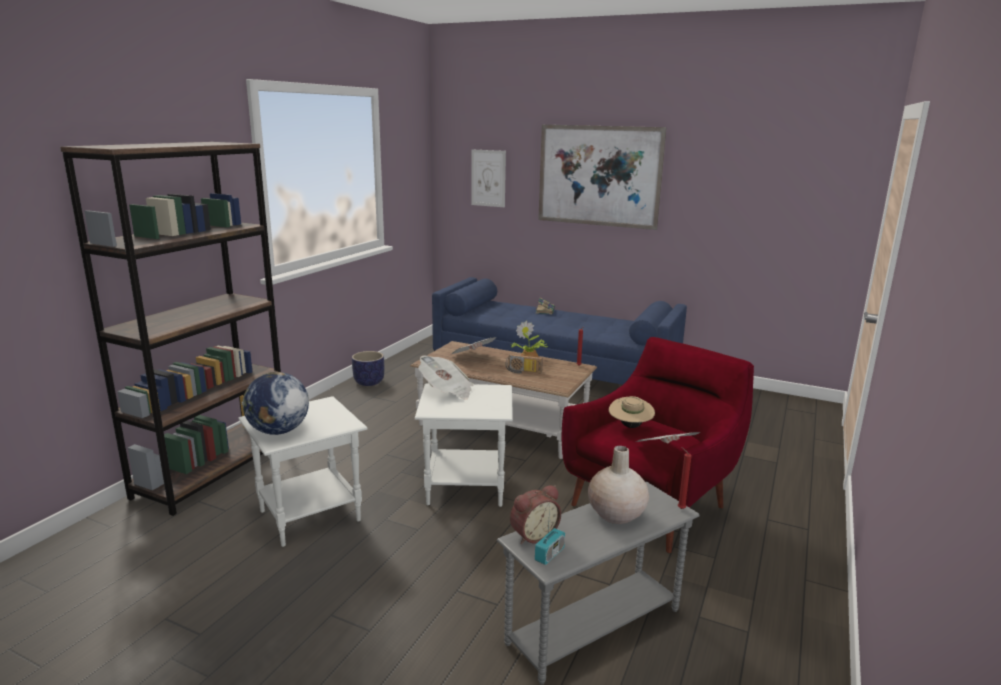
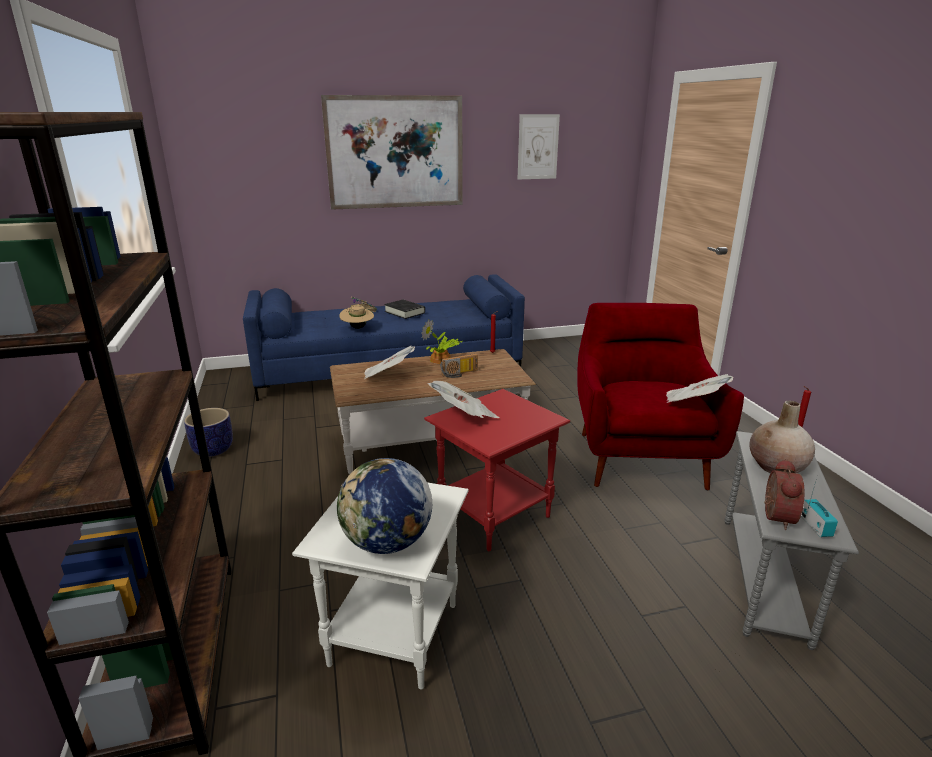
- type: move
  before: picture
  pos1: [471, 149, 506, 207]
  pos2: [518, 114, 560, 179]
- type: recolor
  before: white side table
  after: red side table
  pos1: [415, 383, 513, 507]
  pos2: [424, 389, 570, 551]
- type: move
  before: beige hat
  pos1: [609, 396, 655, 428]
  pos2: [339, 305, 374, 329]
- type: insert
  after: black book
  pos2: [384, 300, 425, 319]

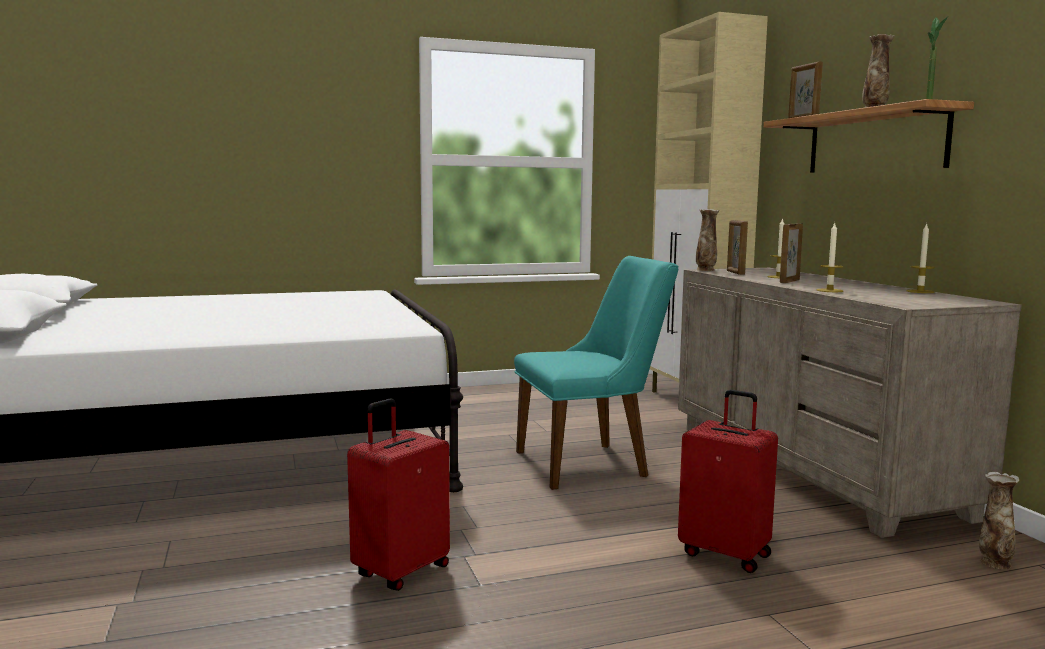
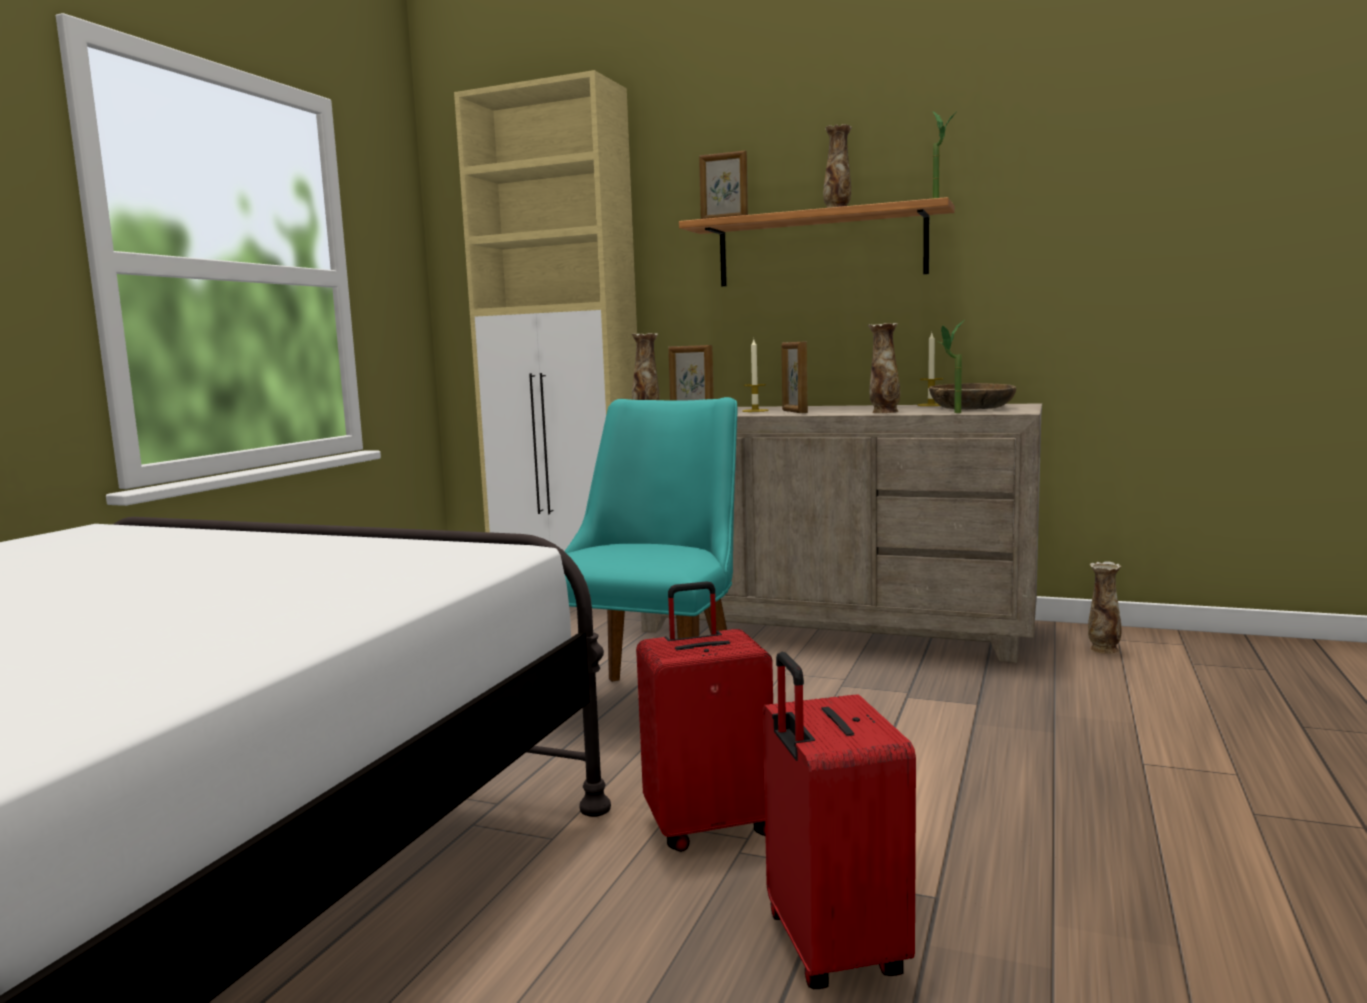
- type: replace
  before: candle
  after: vase
  pos1: [817, 223, 843, 292]
  pos2: [868, 323, 900, 413]
- type: move
  before: red suitcase
  pos1: [678, 390, 778, 573]
  pos2: [636, 581, 773, 852]
- type: insert
  after: potted plant
  pos2: [940, 321, 964, 413]
- type: insert
  after: brown bowl
  pos2: [929, 383, 1016, 409]

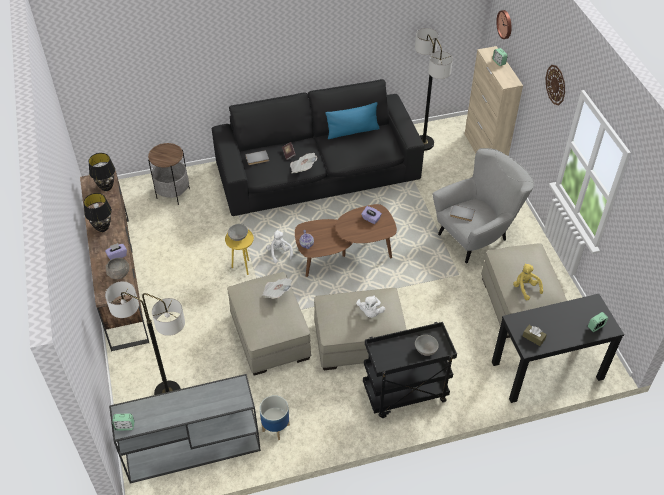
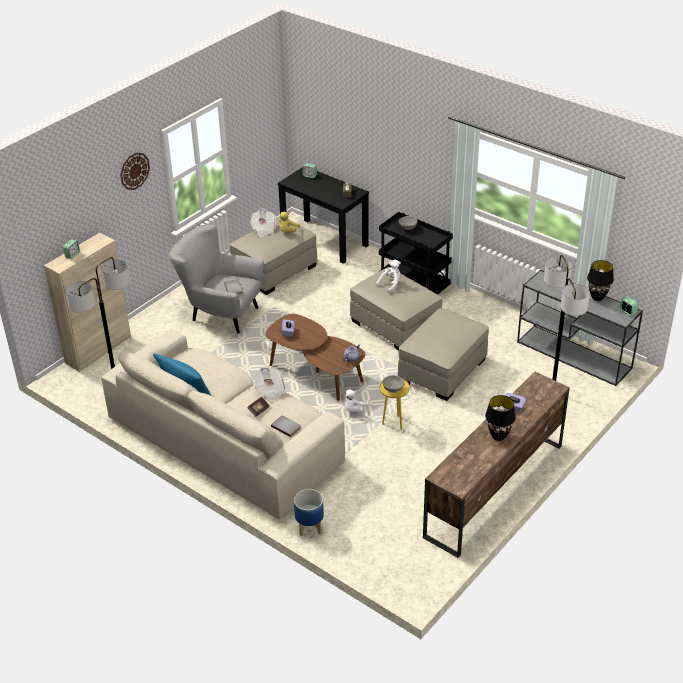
- type: delete
  before: wall clock
  pos1: [496, 10, 512, 39]
- type: recolor
  before: black sofa
  after: beige sofa
  pos1: [212, 79, 425, 216]
  pos2: [101, 329, 345, 519]
- type: delete
  before: side table
  pos1: [148, 143, 190, 205]
- type: move
  before: black table lamp
  pos1: [89, 153, 115, 191]
  pos2: [587, 260, 614, 301]
- type: delete
  before: grey bowl
  pos1: [106, 257, 129, 279]
- type: move
  before: newspaper
  pos1: [262, 278, 292, 299]
  pos2: [250, 209, 276, 237]
- type: move
  before: planter
  pos1: [260, 395, 290, 440]
  pos2: [294, 489, 324, 536]

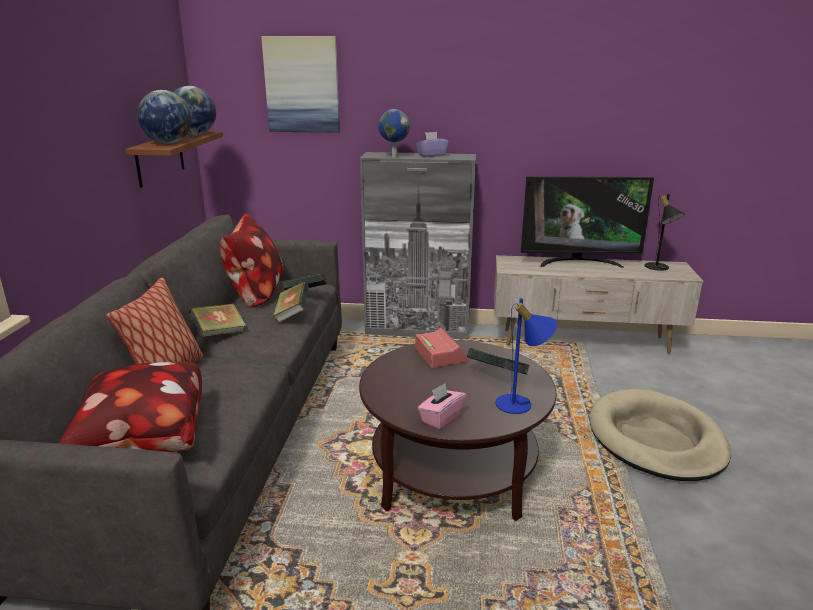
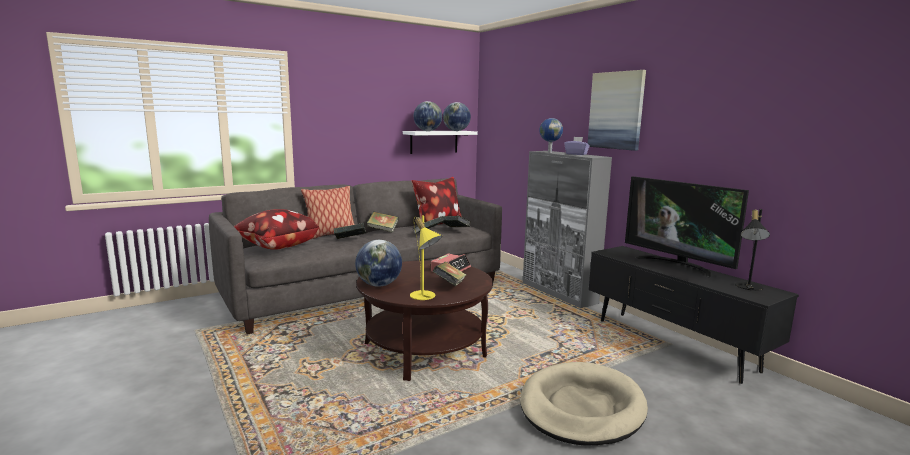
- type: move
  before: picture
  pos1: [261, 36, 340, 133]
  pos2: [588, 70, 646, 151]
- type: recolor
  before: brown shelf
  after: white shelf
  pos1: [125, 131, 223, 188]
  pos2: [403, 131, 478, 154]
- type: recolor
  before: beige tv stand
  after: black tv stand
  pos1: [494, 255, 704, 354]
  pos2: [589, 246, 799, 384]
- type: recolor
  before: blue table lamp
  after: yellow table lamp
  pos1: [495, 298, 557, 414]
  pos2: [410, 216, 442, 300]
- type: replace
  before: pink tissue box
  after: globe
  pos1: [418, 383, 466, 430]
  pos2: [355, 240, 402, 287]
- type: insert
  after: book
  pos2: [333, 223, 366, 239]

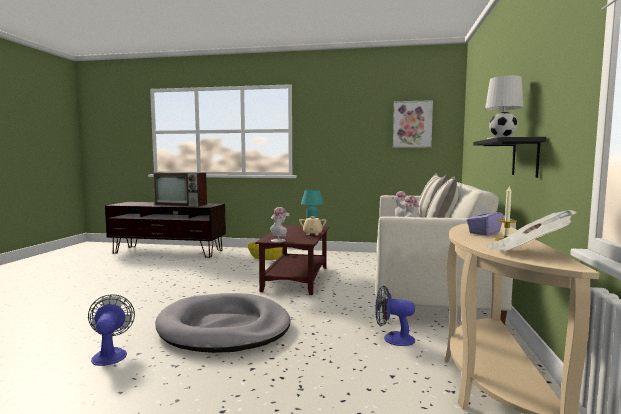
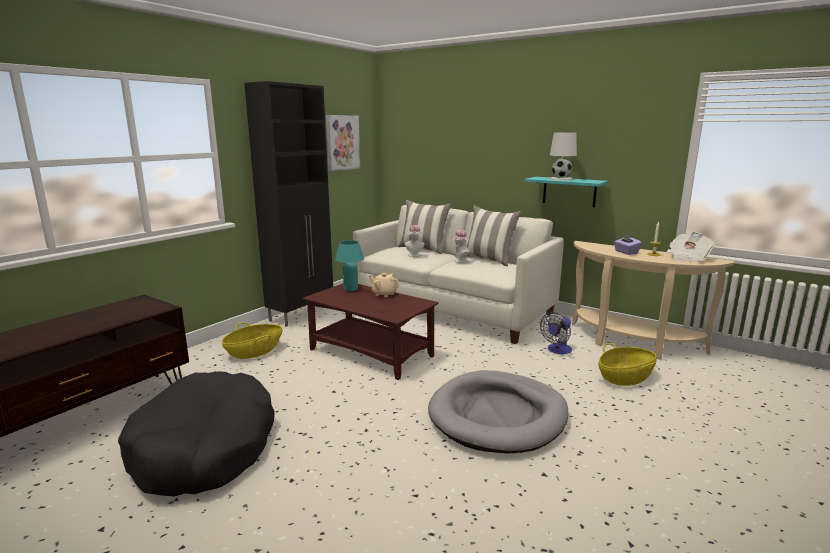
- type: recolor
  before: black shelf
  after: turquoise shelf
  pos1: [473, 137, 546, 178]
  pos2: [524, 177, 608, 207]
- type: delete
  before: television
  pos1: [153, 172, 207, 207]
- type: delete
  before: hat
  pos1: [270, 207, 290, 242]
- type: delete
  before: fan
  pos1: [88, 294, 135, 366]
- type: insert
  after: black cabinet
  pos2: [244, 81, 333, 327]
- type: insert
  after: basket
  pos2: [599, 343, 657, 386]
- type: insert
  after: black dog bed
  pos2: [118, 371, 274, 496]

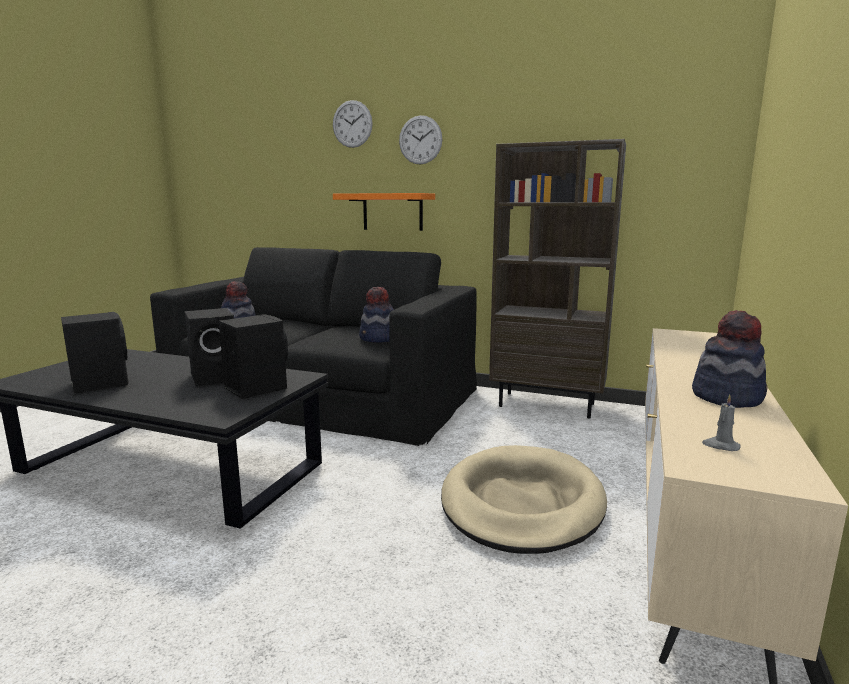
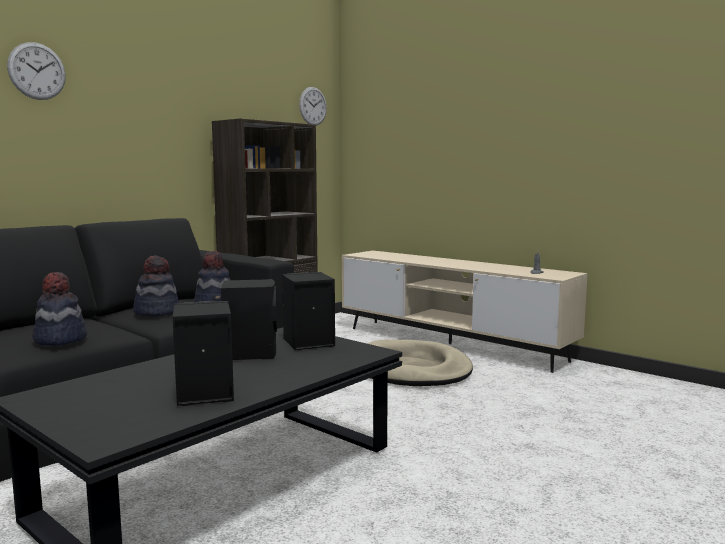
- type: move
  before: wall clock
  pos1: [399, 115, 442, 165]
  pos2: [299, 87, 327, 126]
- type: delete
  before: orange shelf
  pos1: [333, 193, 435, 231]
- type: move
  before: hat
  pos1: [692, 310, 767, 408]
  pos2: [133, 256, 179, 317]

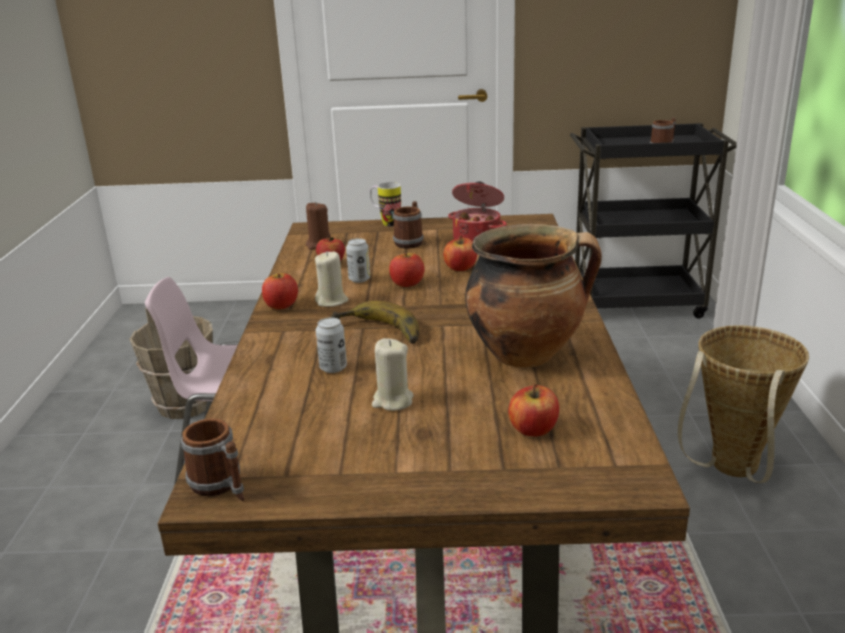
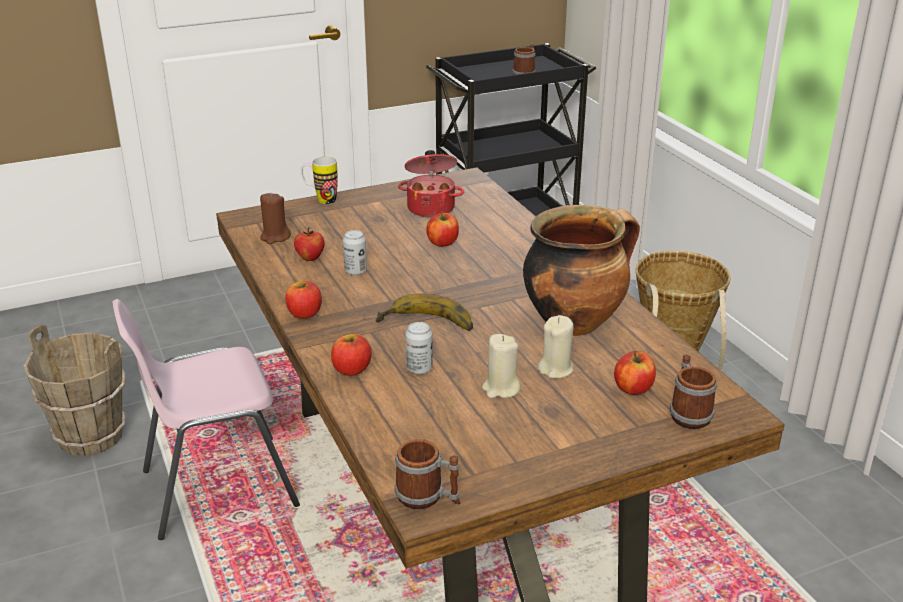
- type: move
  before: mug
  pos1: [393, 201, 424, 248]
  pos2: [670, 354, 717, 429]
- type: move
  before: beige candle
  pos1: [315, 251, 348, 307]
  pos2: [537, 315, 574, 379]
- type: move
  before: apple
  pos1: [389, 253, 425, 287]
  pos2: [331, 334, 372, 376]

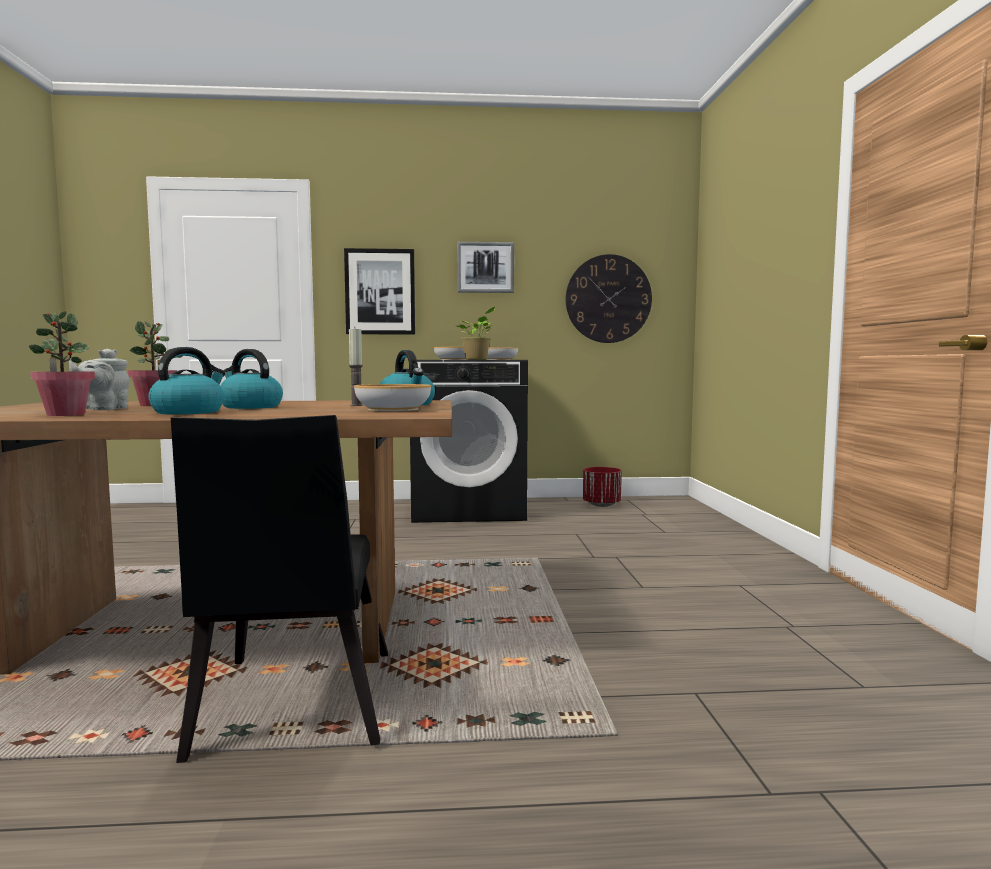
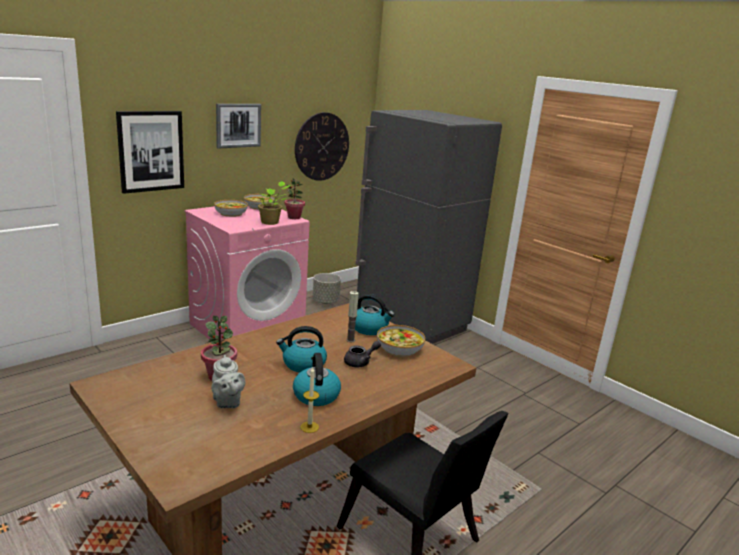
- type: move
  before: potted plant
  pos1: [29, 311, 95, 416]
  pos2: [284, 178, 305, 219]
- type: recolor
  before: black washing machine
  after: pink washing machine
  pos1: [409, 360, 528, 523]
  pos2: [184, 206, 310, 340]
- type: recolor
  before: red planter
  after: grey planter
  pos1: [583, 467, 622, 507]
  pos2: [313, 273, 341, 304]
- type: insert
  after: grey fridge
  pos2: [356, 110, 502, 344]
- type: insert
  after: grey teapot
  pos2: [344, 341, 381, 367]
- type: insert
  after: candle
  pos2: [300, 367, 319, 433]

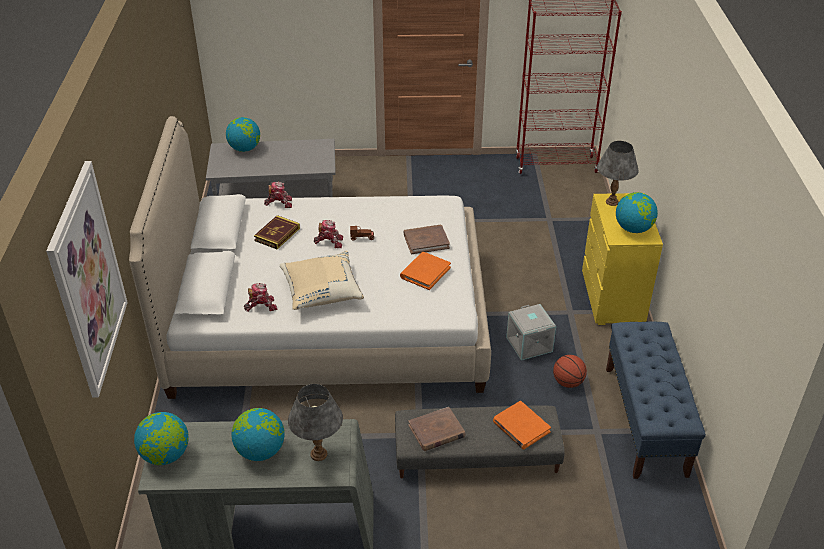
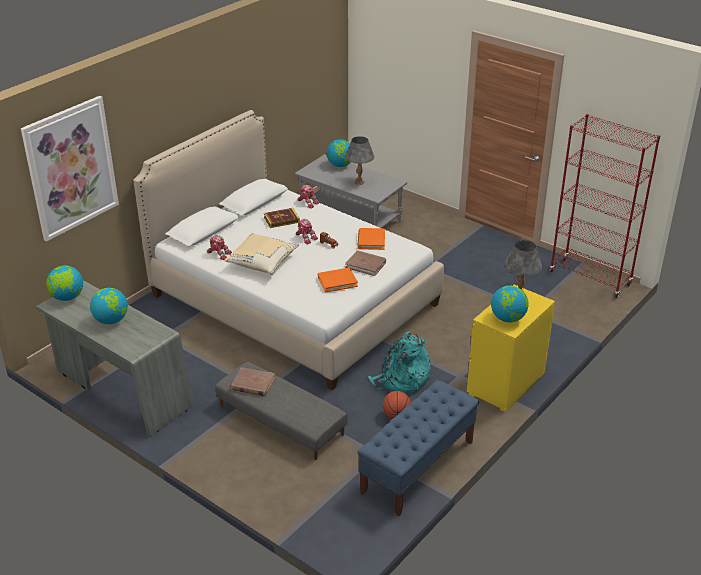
- type: replace
  before: grey storage box
  after: turquoise backpack
  pos1: [506, 304, 556, 360]
  pos2: [368, 331, 431, 393]
- type: move
  before: grey table lamp
  pos1: [288, 384, 343, 461]
  pos2: [345, 136, 374, 185]
- type: move
  before: orange book
  pos1: [493, 401, 551, 449]
  pos2: [357, 228, 385, 250]

